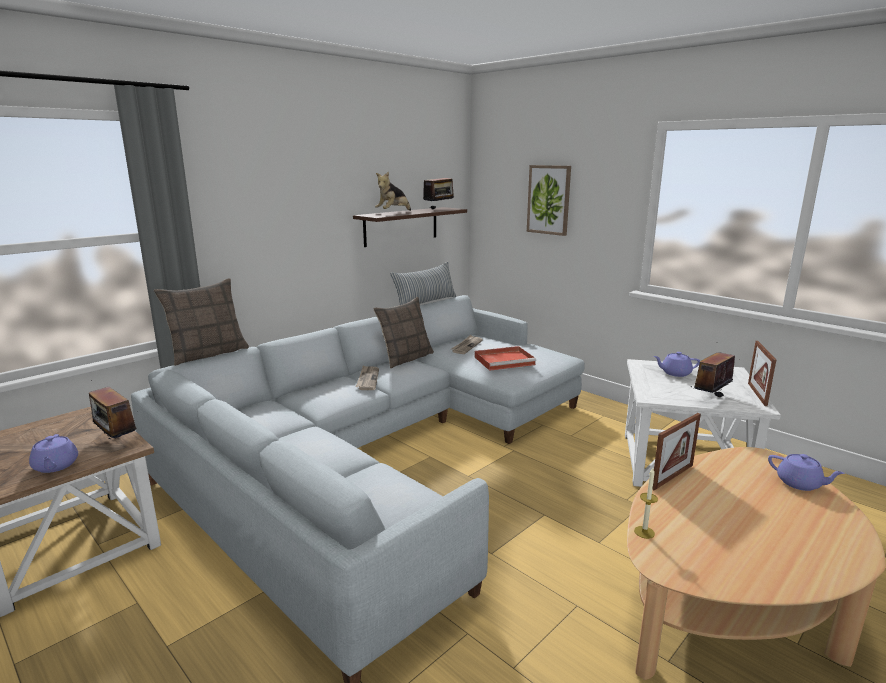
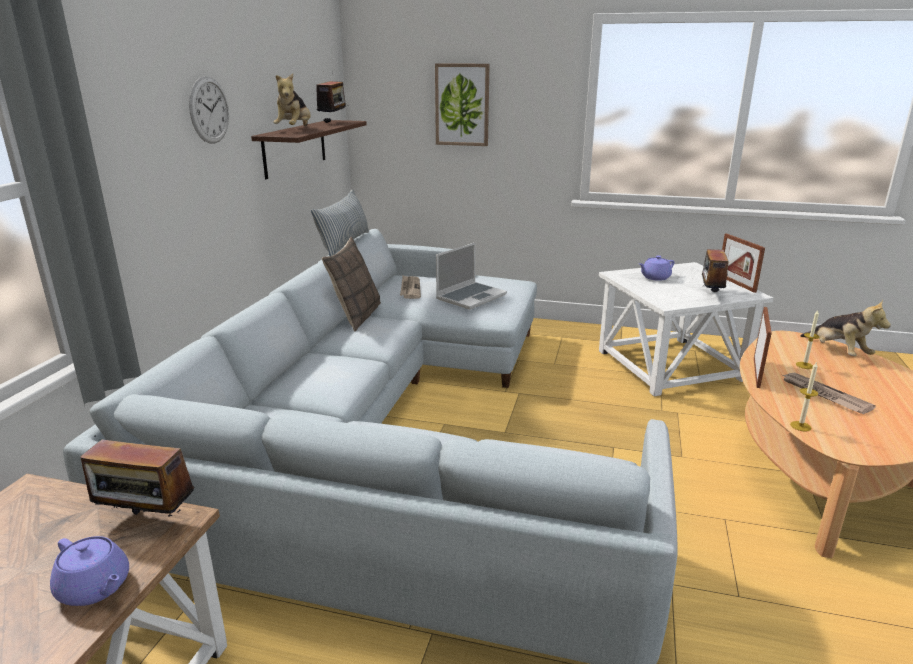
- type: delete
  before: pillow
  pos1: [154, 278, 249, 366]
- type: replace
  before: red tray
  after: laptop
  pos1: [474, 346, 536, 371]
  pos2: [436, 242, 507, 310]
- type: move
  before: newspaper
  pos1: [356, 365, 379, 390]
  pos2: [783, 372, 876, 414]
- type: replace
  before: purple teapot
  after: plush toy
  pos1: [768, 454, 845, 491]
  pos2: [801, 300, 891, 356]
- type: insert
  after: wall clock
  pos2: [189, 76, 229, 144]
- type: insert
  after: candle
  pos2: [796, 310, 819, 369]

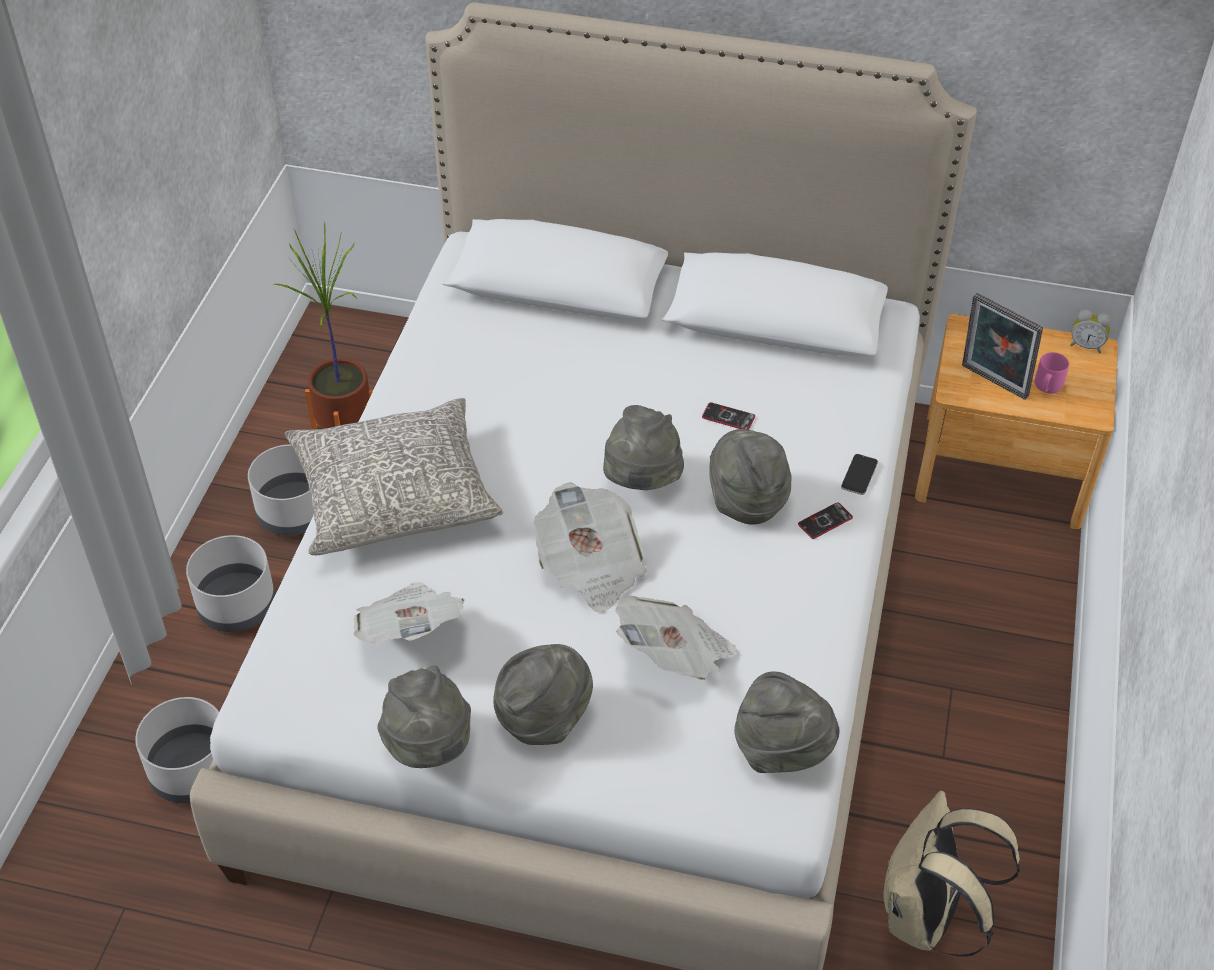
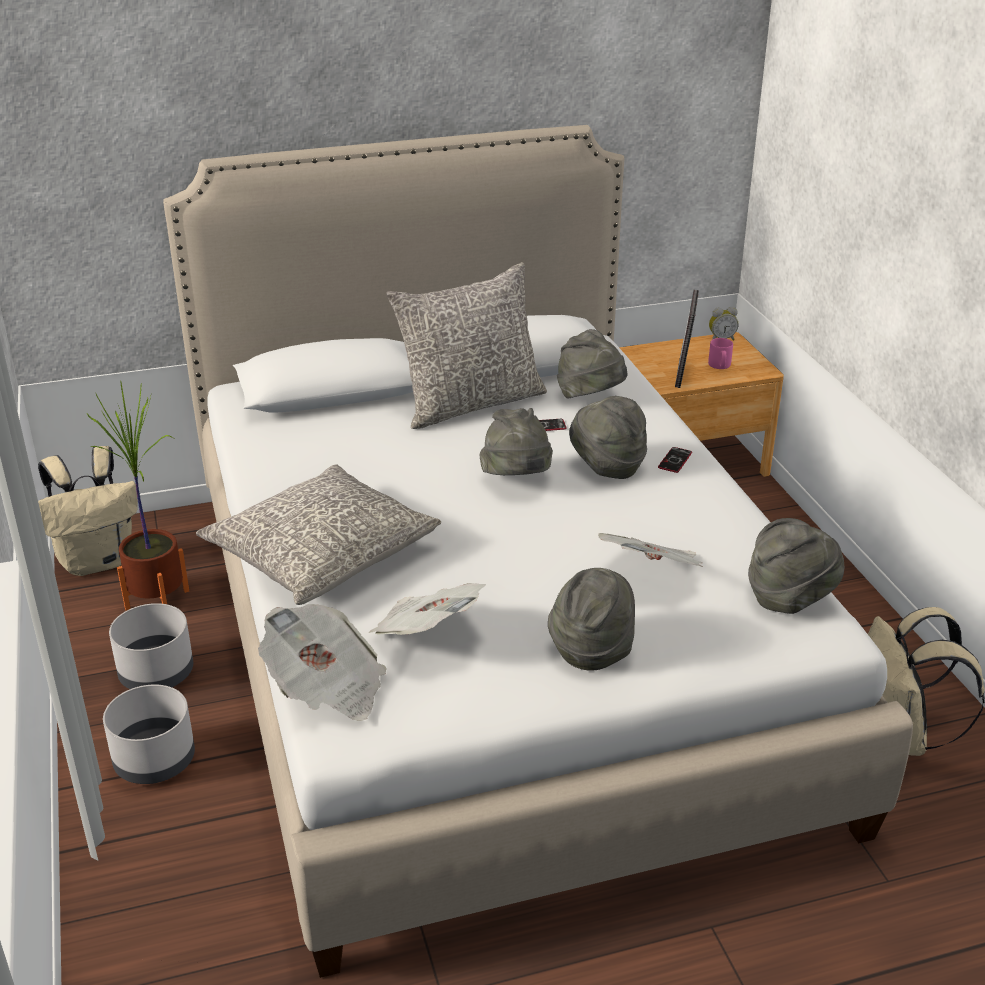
- type: rotate
  before: picture frame
  pos1: [962, 293, 1043, 400]
  pos2: [675, 290, 699, 388]
  turn: -90
- type: delete
  before: phone
  pos1: [841, 454, 878, 495]
- type: move
  before: newspaper
  pos1: [534, 482, 647, 613]
  pos2: [258, 604, 387, 721]
- type: move
  before: grey hat
  pos1: [377, 666, 471, 768]
  pos2: [557, 329, 628, 399]
- type: delete
  before: grey planter
  pos1: [135, 697, 219, 803]
- type: insert
  after: grey pillow
  pos2: [386, 262, 547, 429]
- type: insert
  after: beige backpack
  pos2: [38, 446, 138, 576]

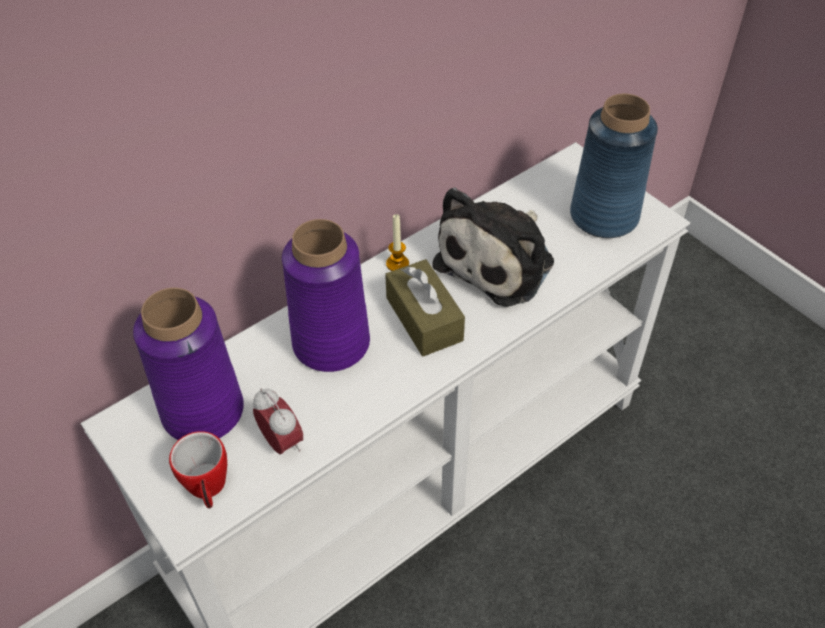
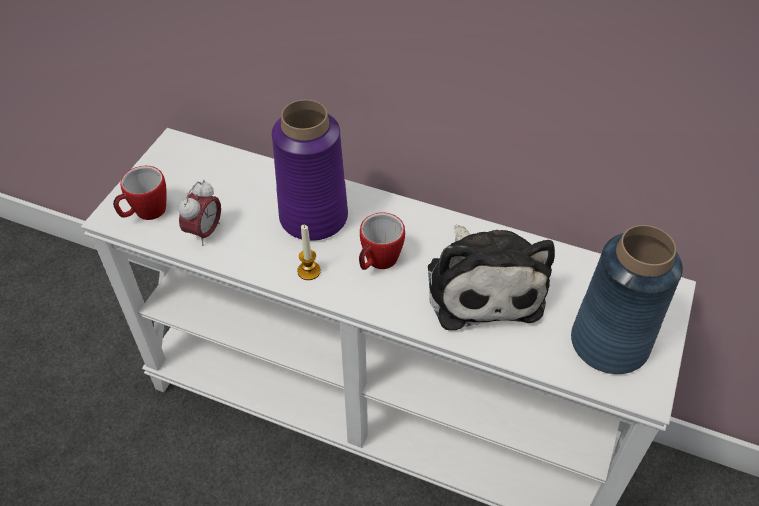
- type: rotate
  before: plush toy
  pos1: [432, 188, 554, 307]
  pos2: [428, 225, 555, 330]
  turn: -105
- type: move
  before: candle
  pos1: [386, 214, 409, 271]
  pos2: [297, 225, 321, 280]
- type: replace
  before: brown tissue box
  after: mug
  pos1: [385, 259, 465, 356]
  pos2: [359, 212, 405, 270]
- type: delete
  before: purple vase
  pos1: [133, 288, 244, 440]

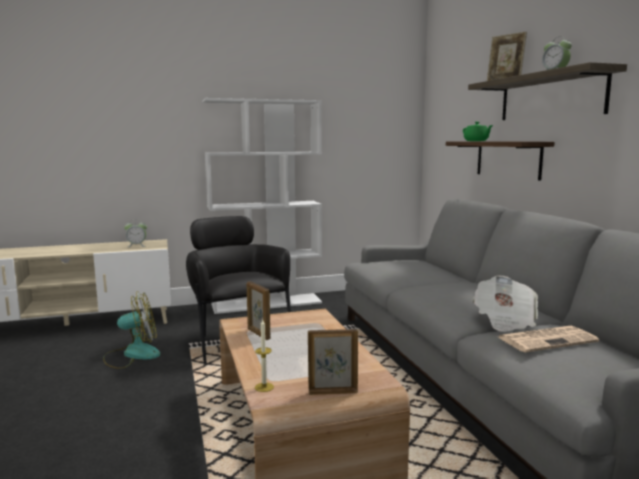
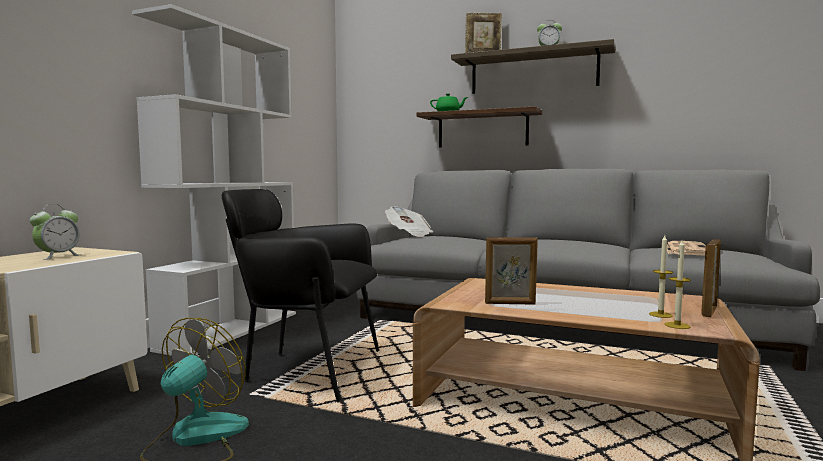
- type: move
  before: newspaper
  pos1: [473, 275, 538, 332]
  pos2: [385, 206, 433, 237]
- type: insert
  after: candle
  pos2: [649, 236, 673, 318]

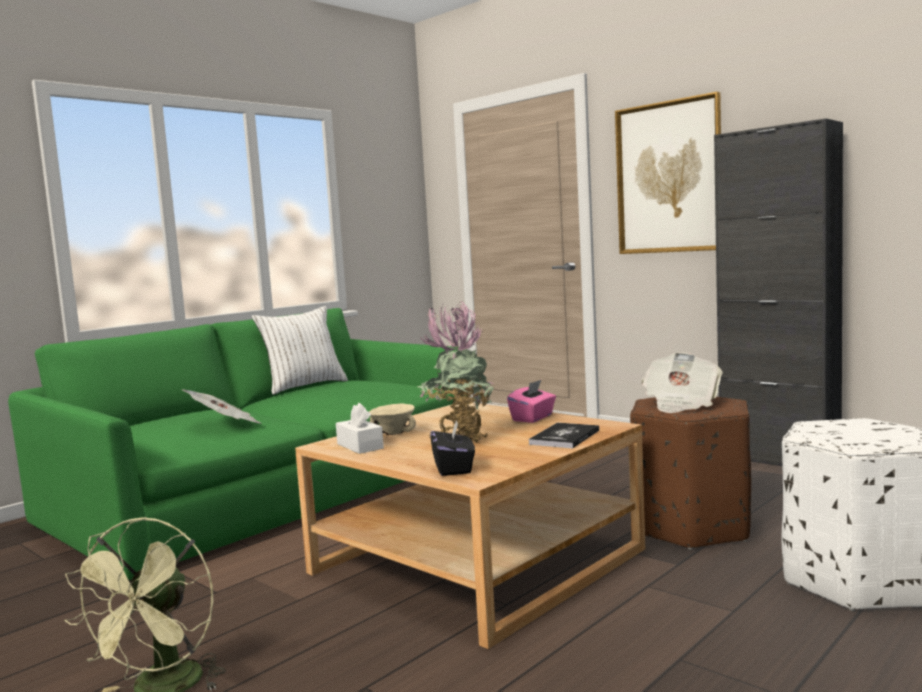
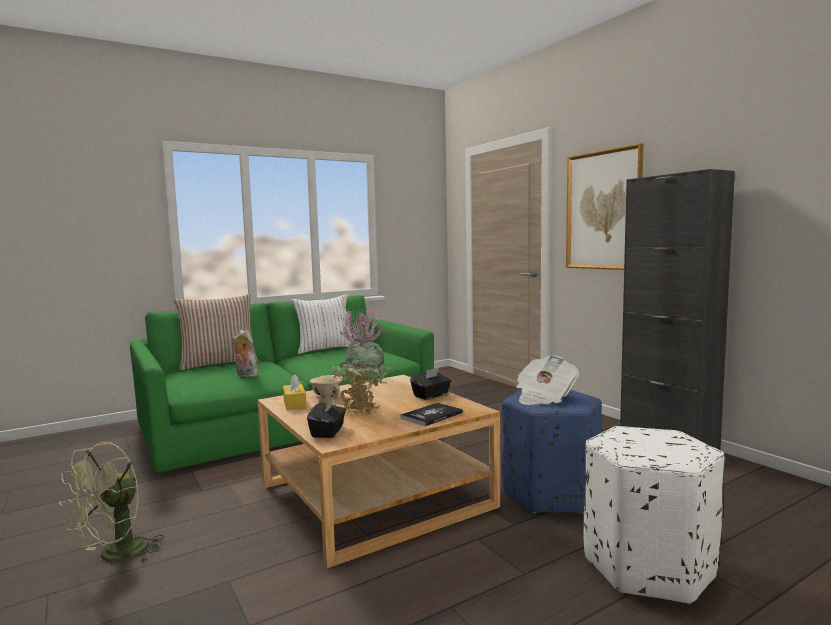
- type: recolor
  before: pink tissue box
  after: black tissue box
  pos1: [507, 379, 556, 423]
  pos2: [410, 368, 451, 400]
- type: replace
  before: newspaper
  after: plush toy
  pos1: [181, 389, 260, 423]
  pos2: [233, 330, 258, 377]
- type: recolor
  before: brown ottoman
  after: blue ottoman
  pos1: [630, 397, 751, 549]
  pos2: [502, 389, 602, 514]
- type: recolor
  before: white tissue box
  after: yellow tissue box
  pos1: [336, 403, 384, 454]
  pos2: [283, 374, 307, 410]
- type: insert
  after: pillow
  pos2: [174, 294, 258, 371]

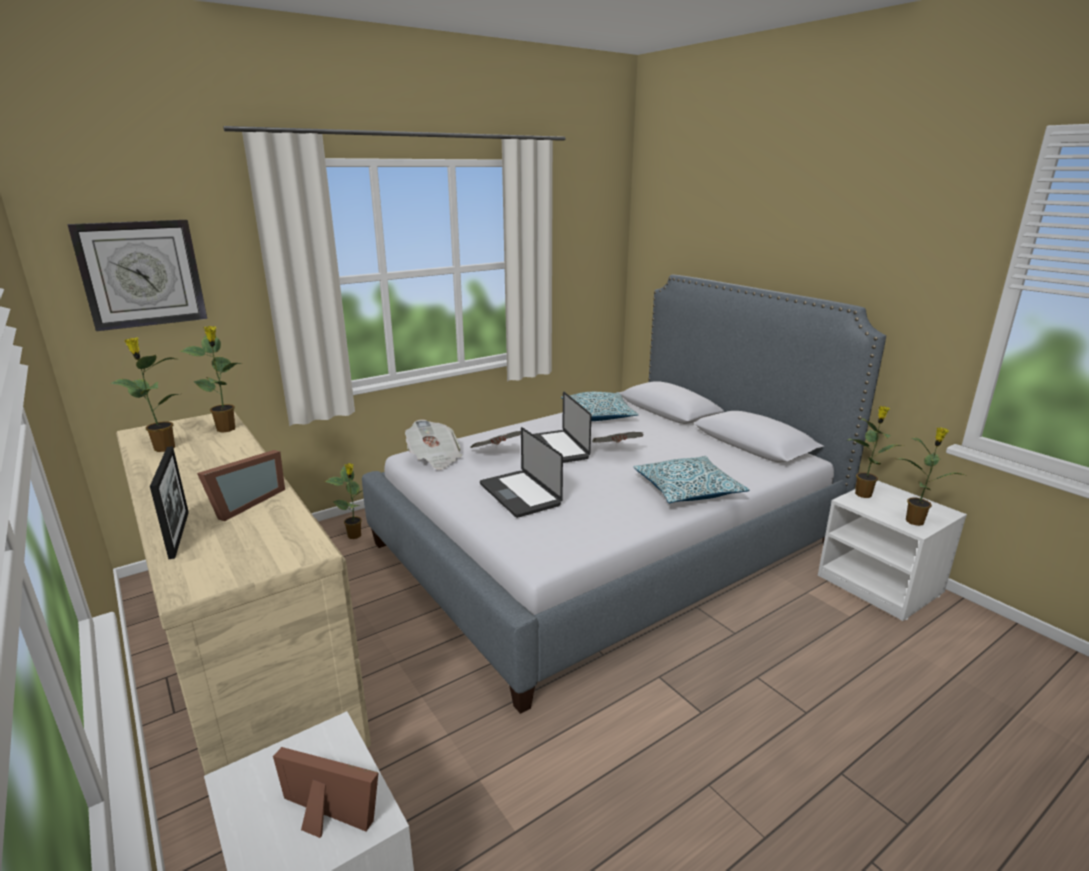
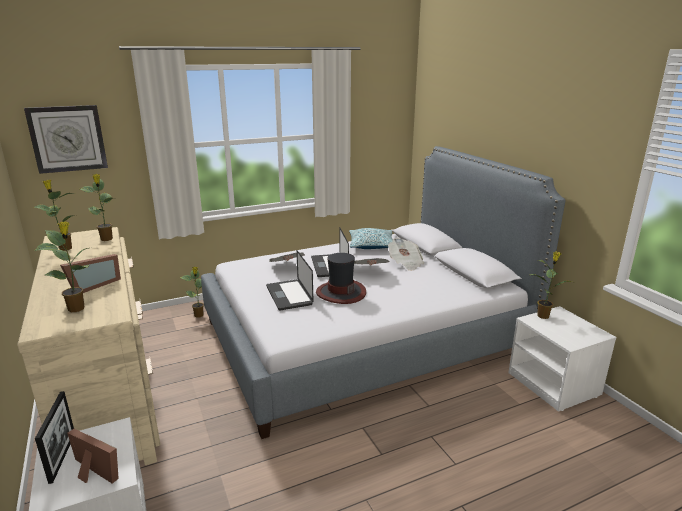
- type: move
  before: newspaper
  pos1: [405, 419, 462, 470]
  pos2: [388, 238, 424, 271]
- type: move
  before: potted plant
  pos1: [899, 428, 964, 526]
  pos2: [34, 221, 92, 312]
- type: move
  before: picture frame
  pos1: [150, 446, 189, 559]
  pos2: [35, 391, 74, 484]
- type: delete
  before: pillow
  pos1: [633, 456, 750, 503]
- type: insert
  after: hat
  pos2: [316, 253, 366, 304]

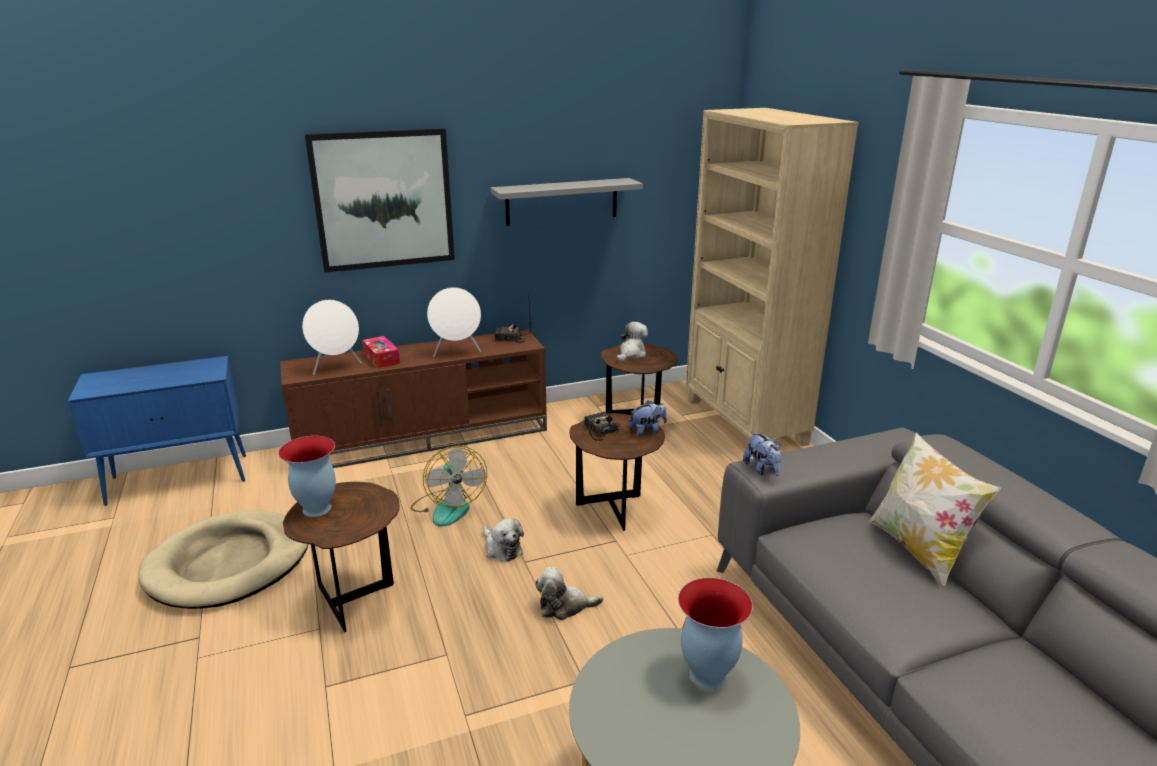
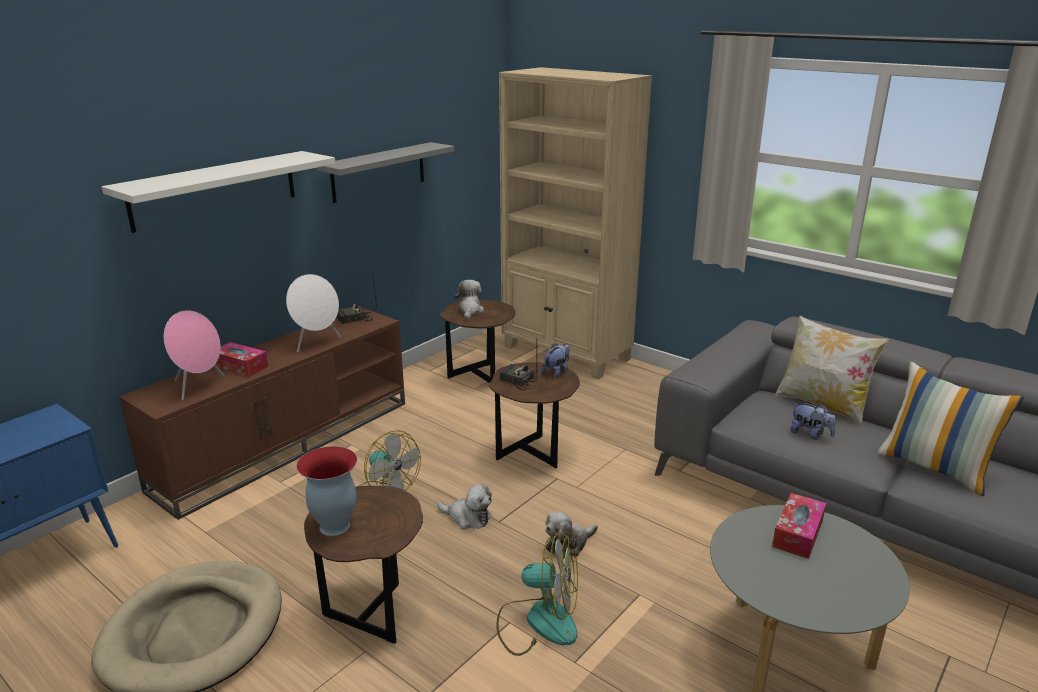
- type: replace
  before: picture
  after: white shelf
  pos1: [305, 128, 455, 273]
  pos2: [102, 151, 336, 233]
- type: recolor
  before: white speaker
  after: pink speaker
  pos1: [302, 300, 362, 375]
  pos2: [164, 310, 225, 400]
- type: move
  before: plush toy
  pos1: [743, 432, 782, 476]
  pos2: [790, 403, 836, 440]
- type: replace
  before: vase
  after: tissue box
  pos1: [678, 578, 753, 689]
  pos2: [772, 493, 826, 559]
- type: insert
  after: pillow
  pos2: [877, 362, 1024, 496]
- type: insert
  after: fan
  pos2: [497, 532, 578, 656]

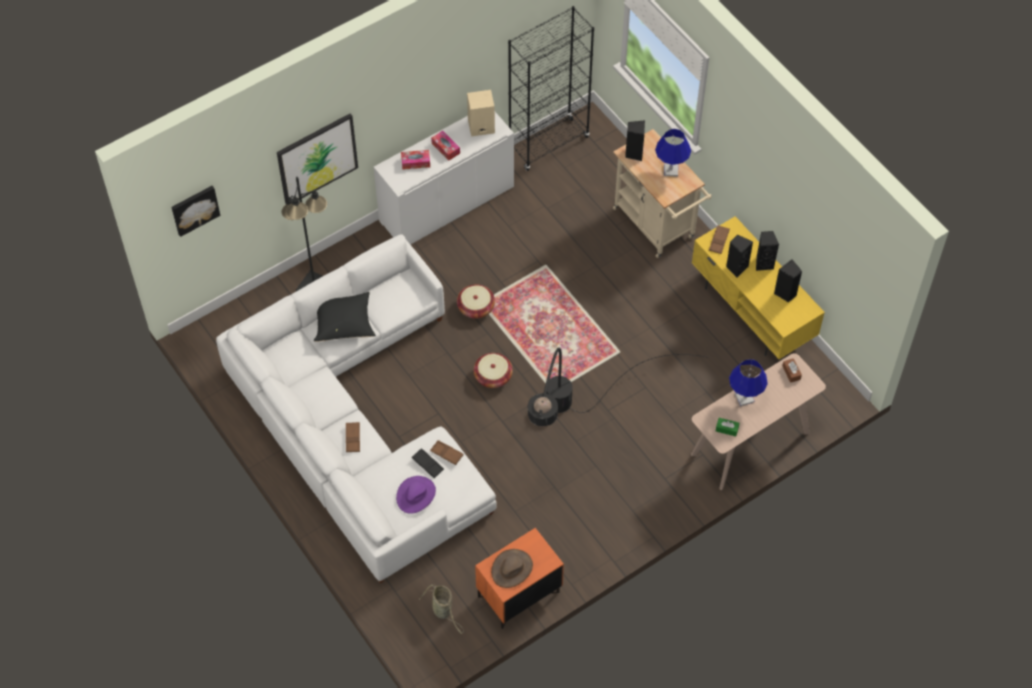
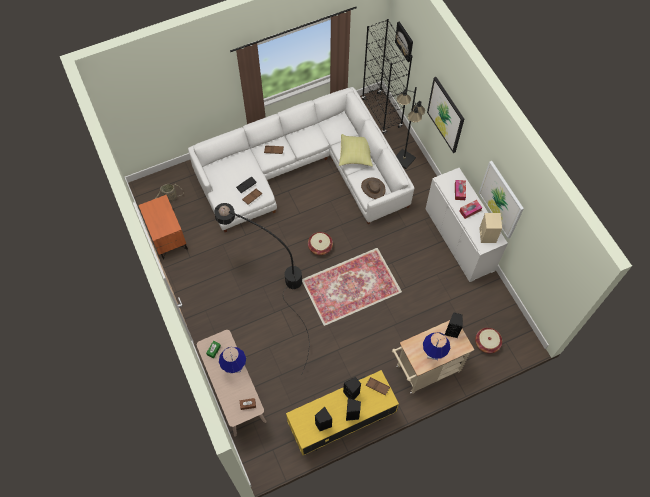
- type: move
  before: black bookcase
  pos1: [508, 6, 594, 171]
  pos2: [362, 19, 413, 134]
- type: move
  before: basket
  pos1: [457, 284, 495, 319]
  pos2: [475, 328, 502, 353]
- type: recolor
  before: black pillow
  after: yellow pillow
  pos1: [314, 292, 376, 342]
  pos2: [339, 134, 373, 167]
- type: delete
  before: purple hat
  pos1: [396, 476, 436, 514]
- type: move
  before: brown hat
  pos1: [491, 549, 533, 588]
  pos2: [361, 178, 386, 199]
- type: insert
  after: picture
  pos2: [479, 161, 524, 239]

